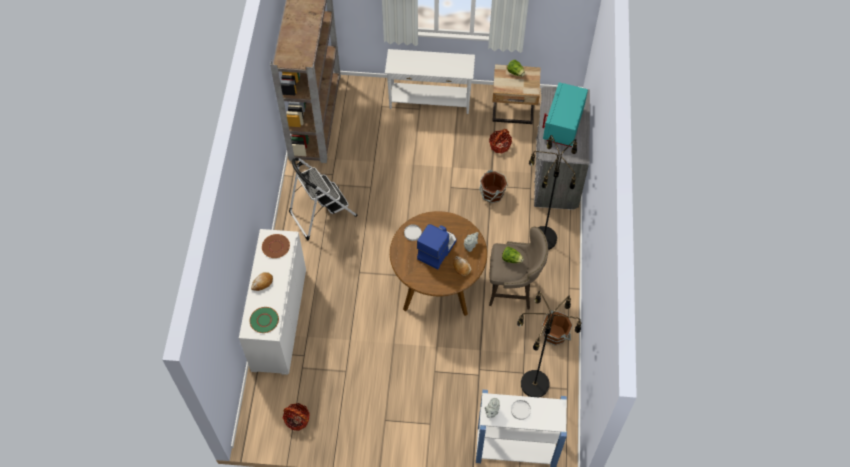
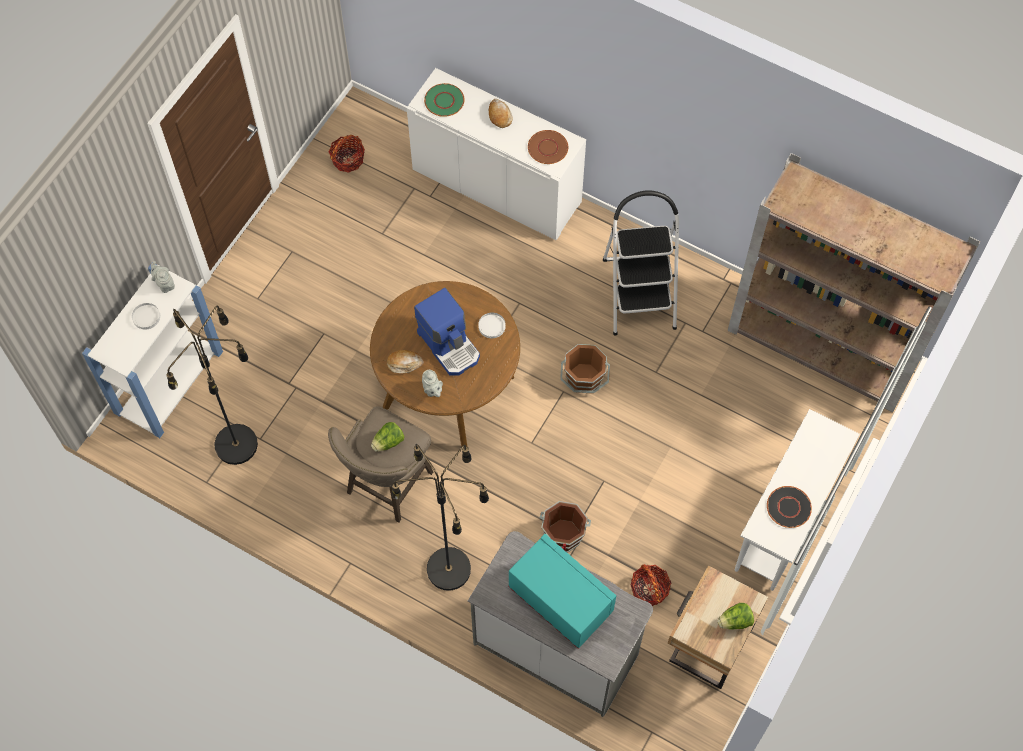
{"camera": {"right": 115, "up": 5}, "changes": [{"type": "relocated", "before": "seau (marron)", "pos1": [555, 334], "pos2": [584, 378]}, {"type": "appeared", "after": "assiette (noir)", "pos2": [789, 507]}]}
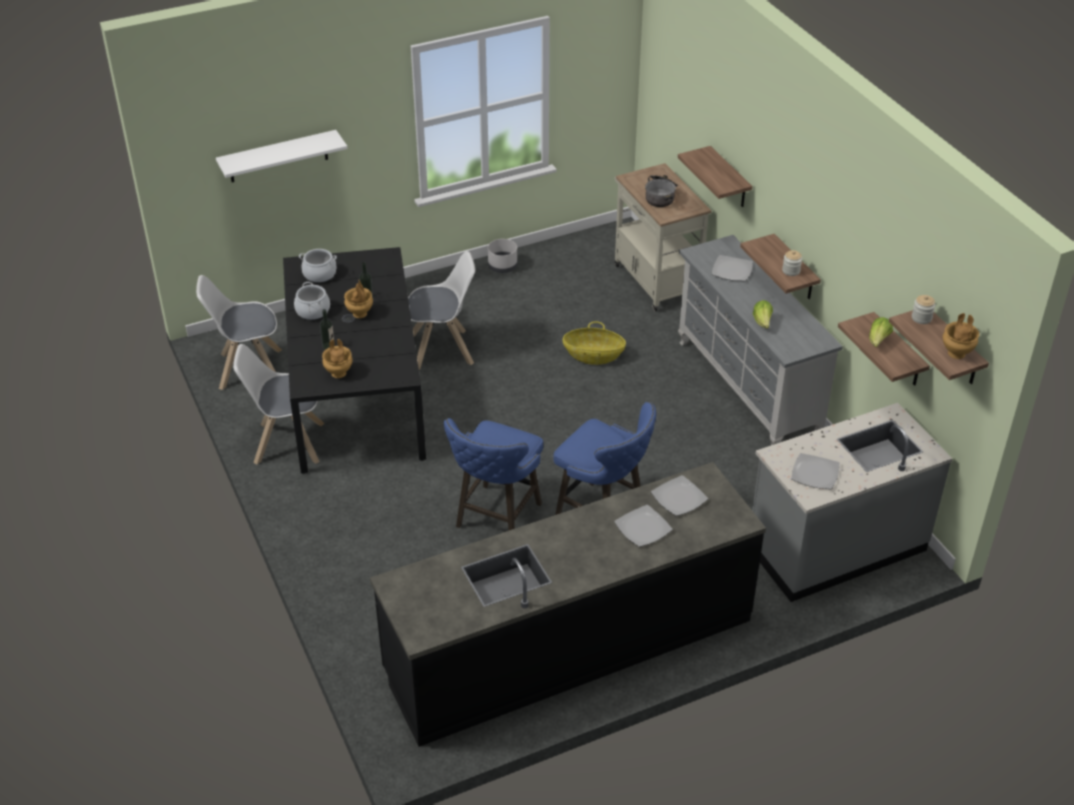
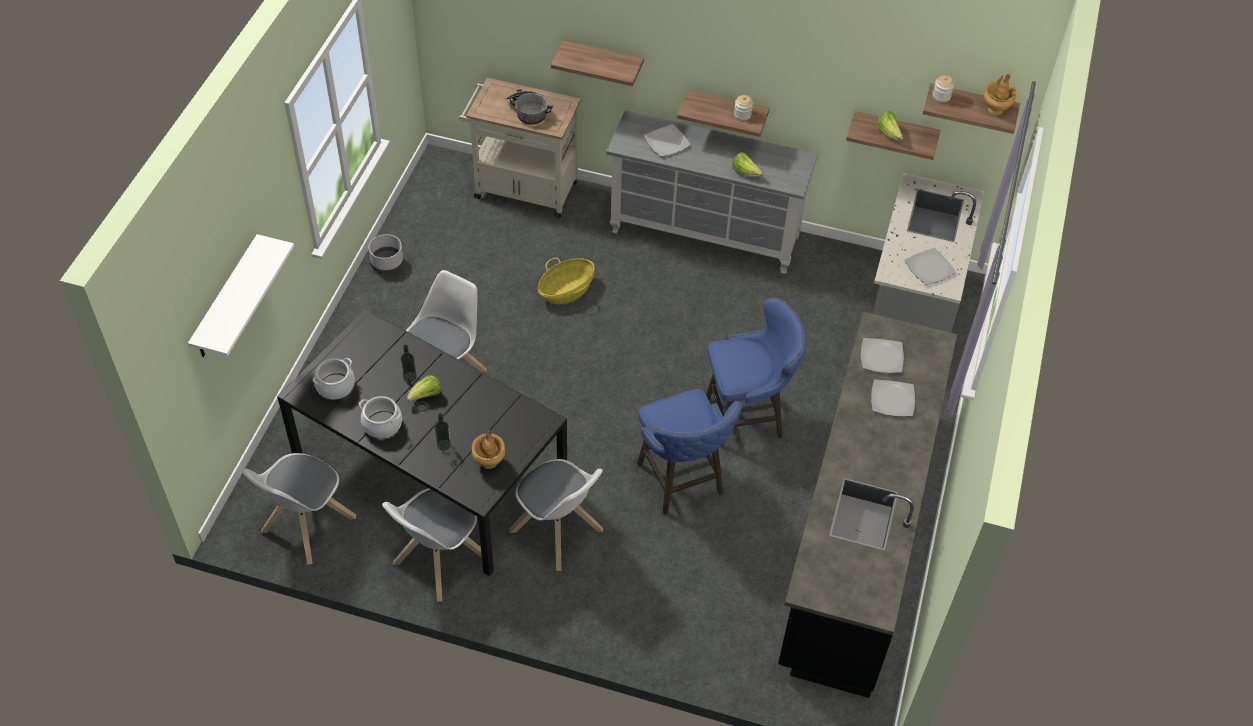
{"camera": {"right": -50, "up": 10}, "changes": [{"type": "exchanged", "before": "vase (marron)", "after": "laitue", "pos1": [360, 314], "pos2": [426, 396]}, {"type": "appeared", "after": "chaise", "pos2": [558, 532]}]}
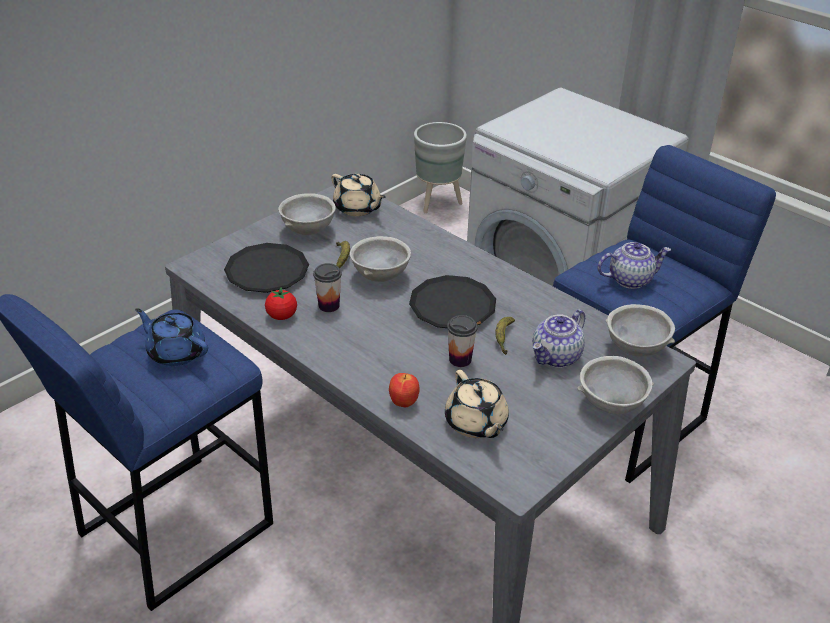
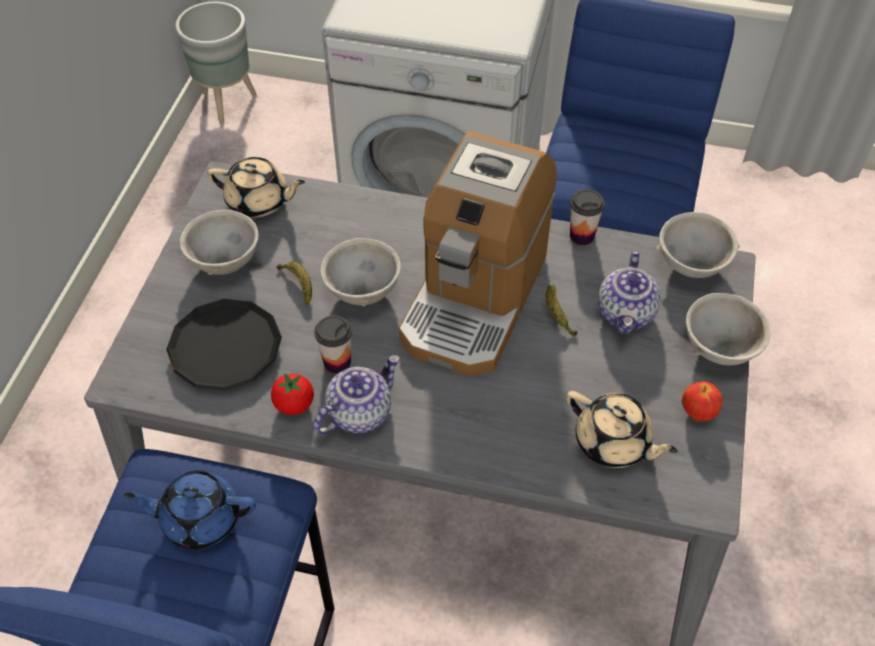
{"camera": {"right": -30, "up": 15}, "changes": [{"type": "relocated", "before": "théière", "pos1": [630, 279], "pos2": [359, 412]}, {"type": "exchanged", "before": "assiette (noir)", "after": "machine à café", "pos1": [452, 307], "pos2": [474, 298]}, {"type": "relocated", "before": "tasse", "pos1": [460, 359], "pos2": [582, 236]}, {"type": "relocated", "before": "pomme", "pos1": [403, 402], "pos2": [697, 413]}]}
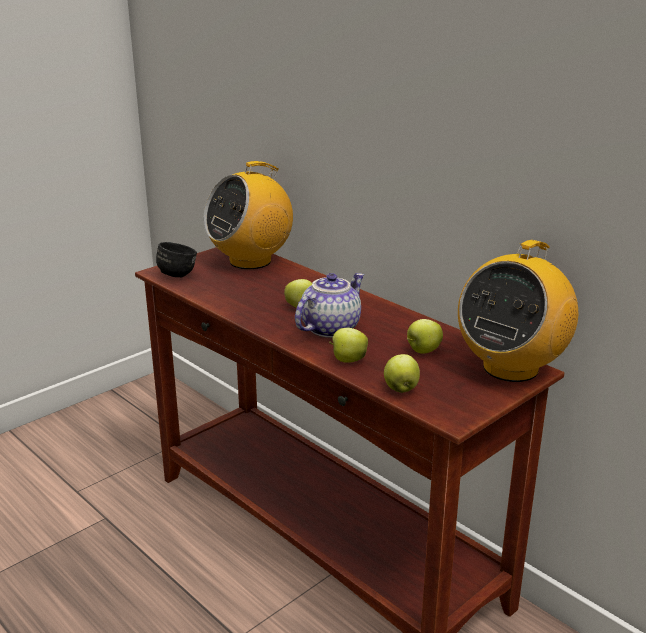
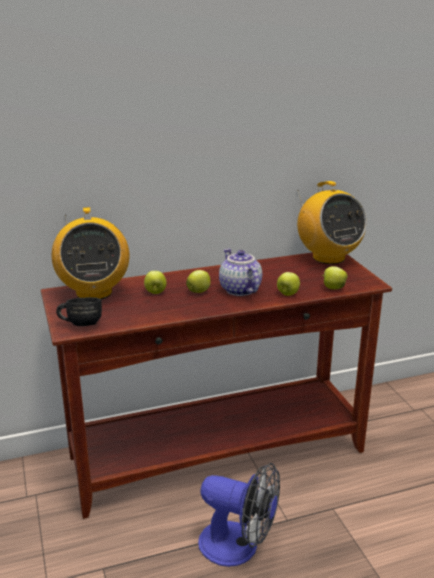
{"camera": {"right": -65, "up": 0}, "changes": [{"type": "relocated", "before": "pomme", "pos1": [423, 351], "pos2": [155, 292]}, {"type": "appeared", "after": "ventilateur", "pos2": [238, 546]}]}
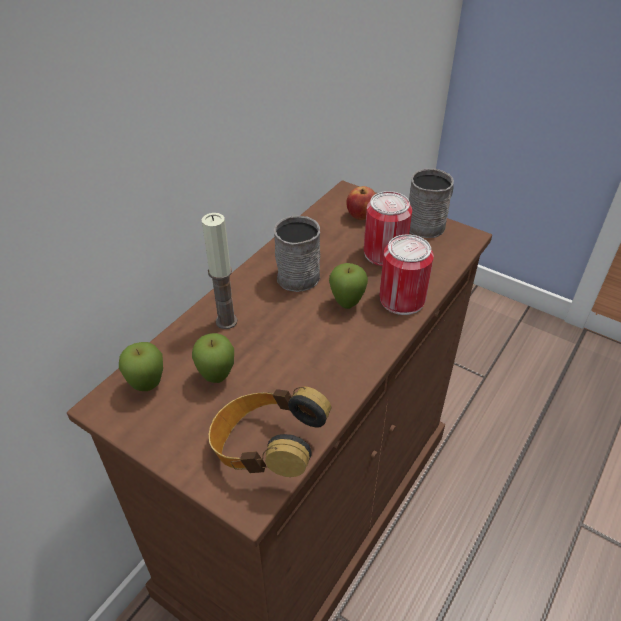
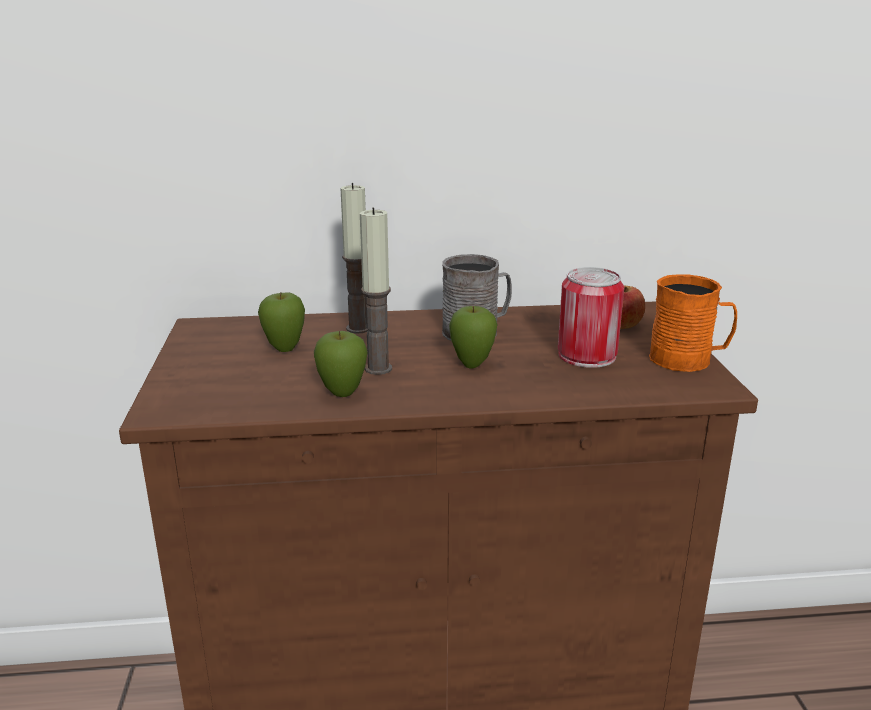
{"camera": {"right": 50, "up": -20}, "changes": [{"type": "relocated", "before": "pomme", "pos1": [147, 386], "pos2": [342, 395]}, {"type": "appeared", "after": "bougie", "pos2": [378, 368]}, {"type": "colour", "before": "mug (gris)", "after": "mug (orange)", "pos1": [429, 223], "pos2": [688, 359]}, {"type": "missing", "before": "casque audio", "pos1": [266, 450]}, {"type": "missing", "before": "boîte métallique", "pos1": [402, 299]}]}
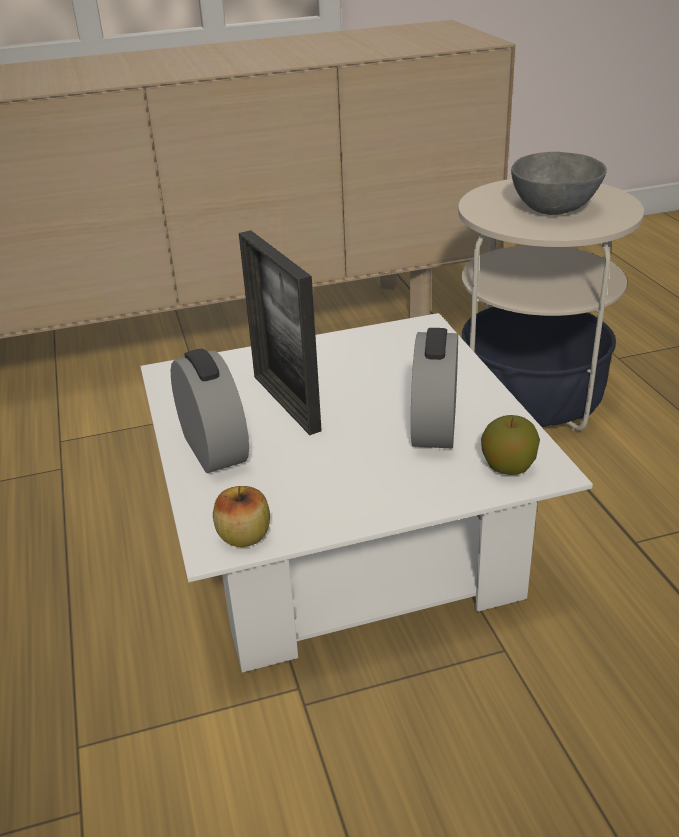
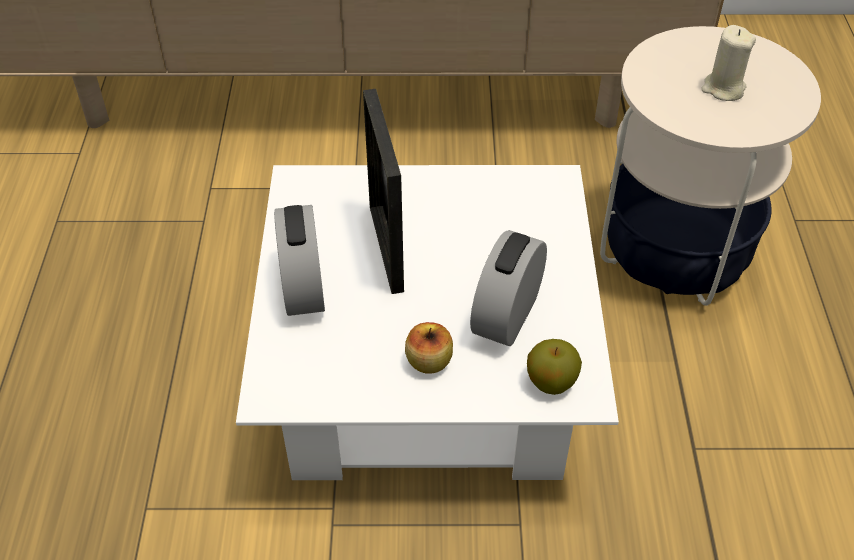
{"camera": {"right": 15, "up": 15}, "changes": [{"type": "relocated", "before": "pomme", "pos1": [244, 536], "pos2": [428, 361]}, {"type": "exchanged", "before": "bol (gris)", "after": "bougie (beige)", "pos1": [555, 208], "pos2": [723, 89]}]}
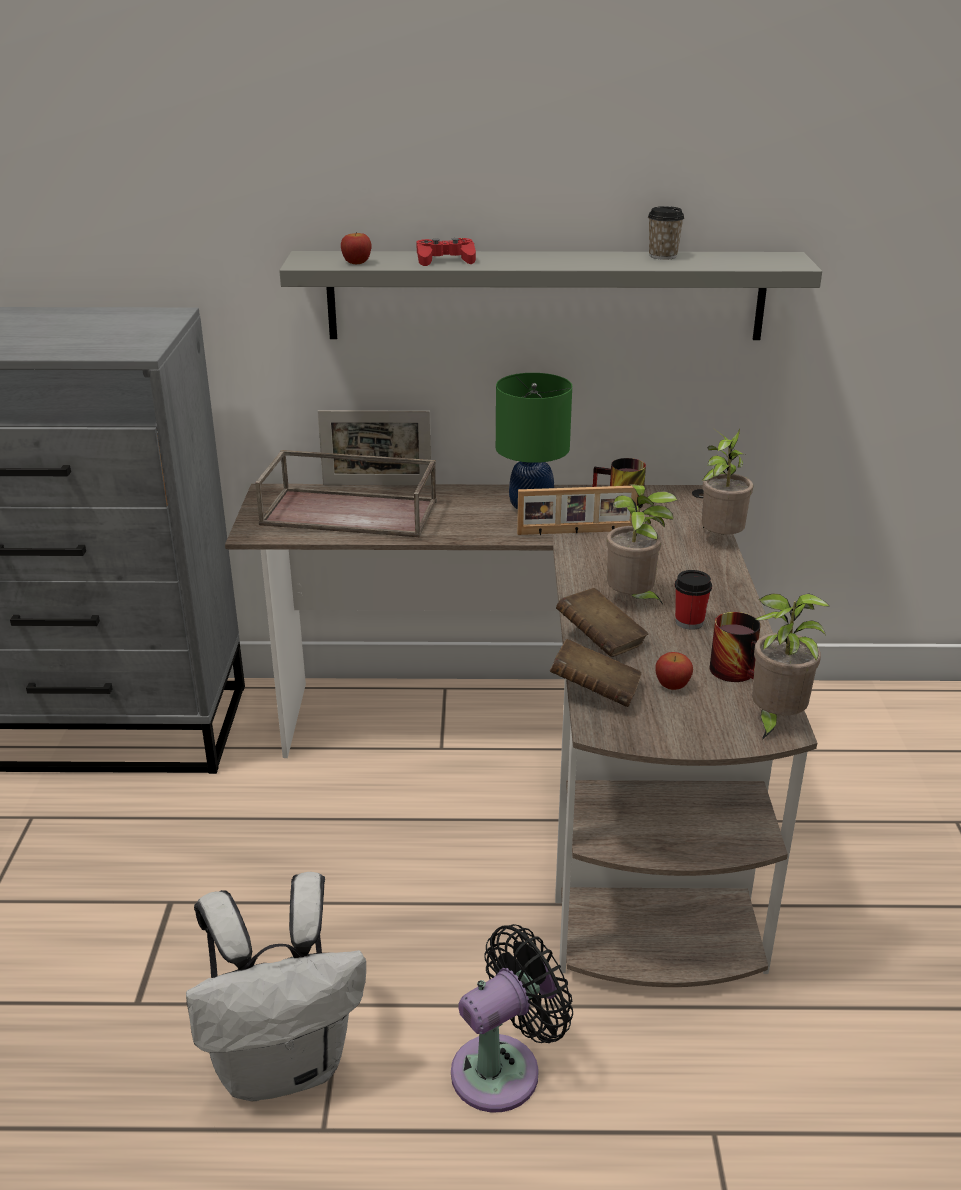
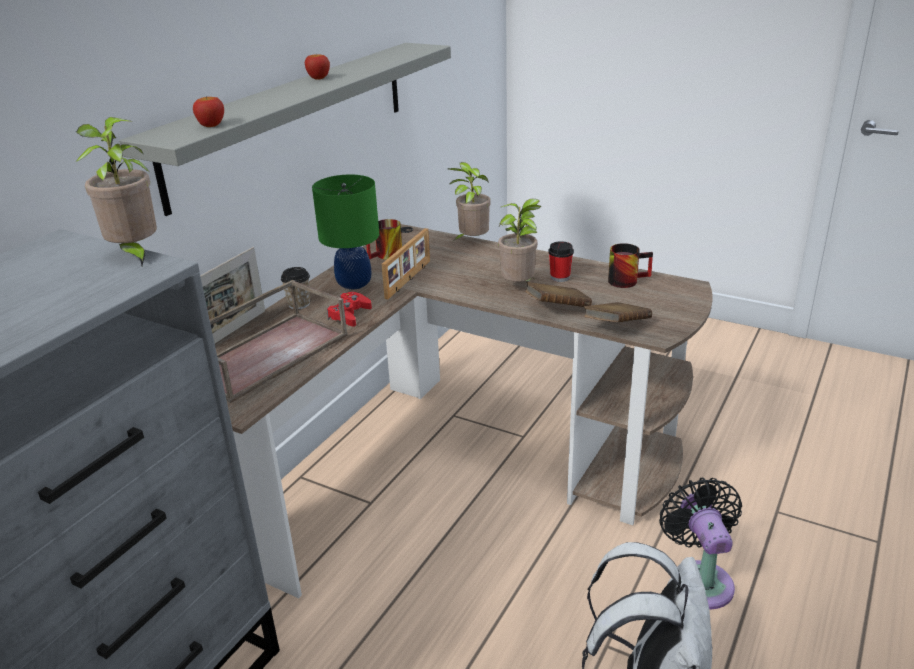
{"camera": {"right": -60, "up": 0}, "changes": [{"type": "relocated", "before": "plante en pot", "pos1": [774, 721], "pos2": [135, 255]}, {"type": "relocated", "before": "tasse", "pos1": [663, 256], "pos2": [299, 304]}, {"type": "relocated", "before": "pomme", "pos1": [672, 685], "pos2": [318, 78]}, {"type": "relocated", "before": "manette (rouge)", "pos1": [445, 260], "pos2": [349, 315]}]}
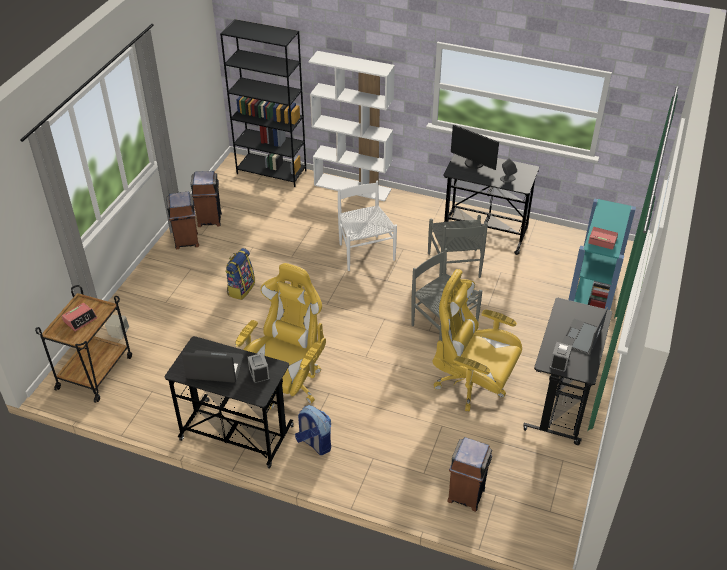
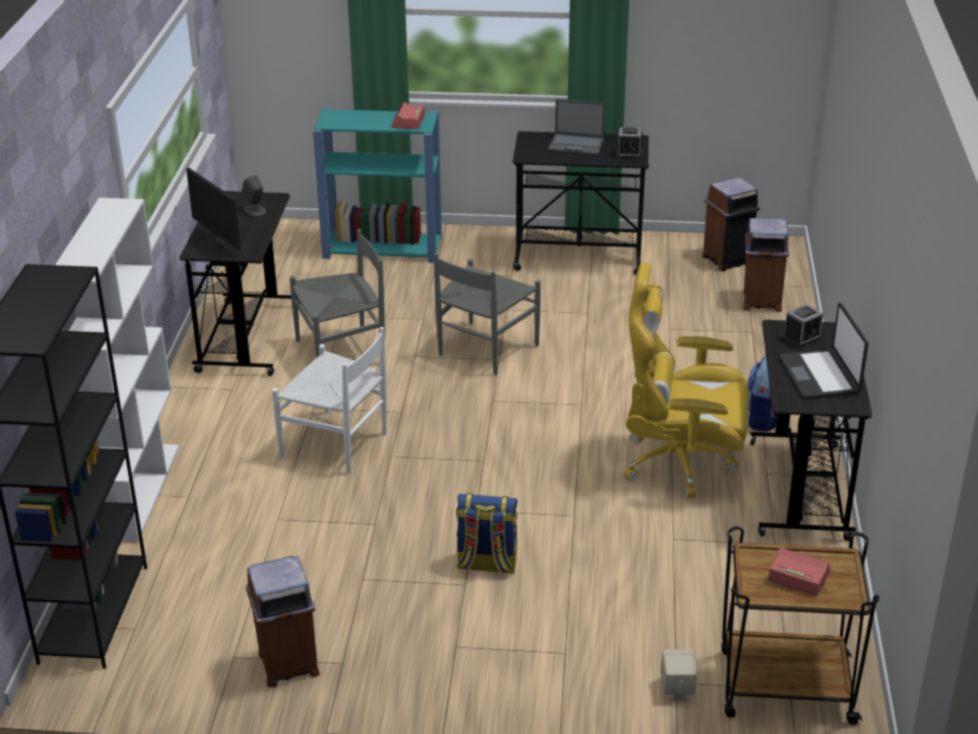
{"camera": {"right": -105, "up": -10}, "changes": [{"type": "spun", "before": "écran d'ordinateur", "pos1": [473, 163], "pos2": [220, 239], "turn": 120}, {"type": "spun", "before": "chaise (blanc)", "pos1": [365, 252], "pos2": [336, 444], "turn": -120}, {"type": "relocated", "before": "poubelle (marron)", "pos1": [186, 241], "pos2": [727, 260]}, {"type": "missing", "before": "chaise de bureau (jaune)", "pos1": [474, 385]}]}
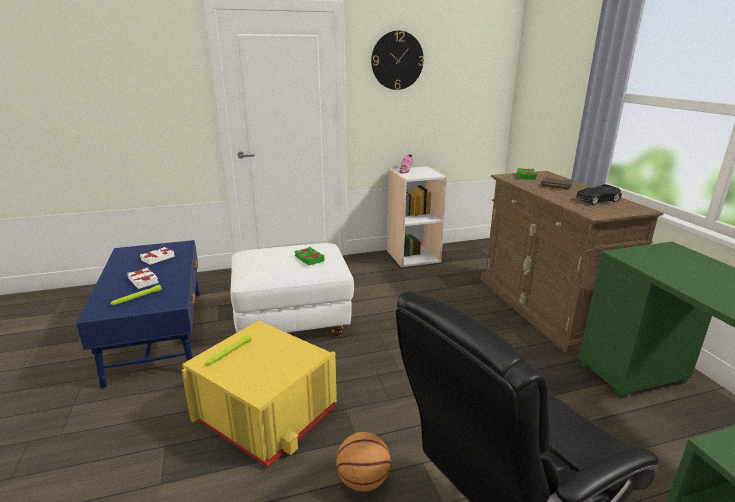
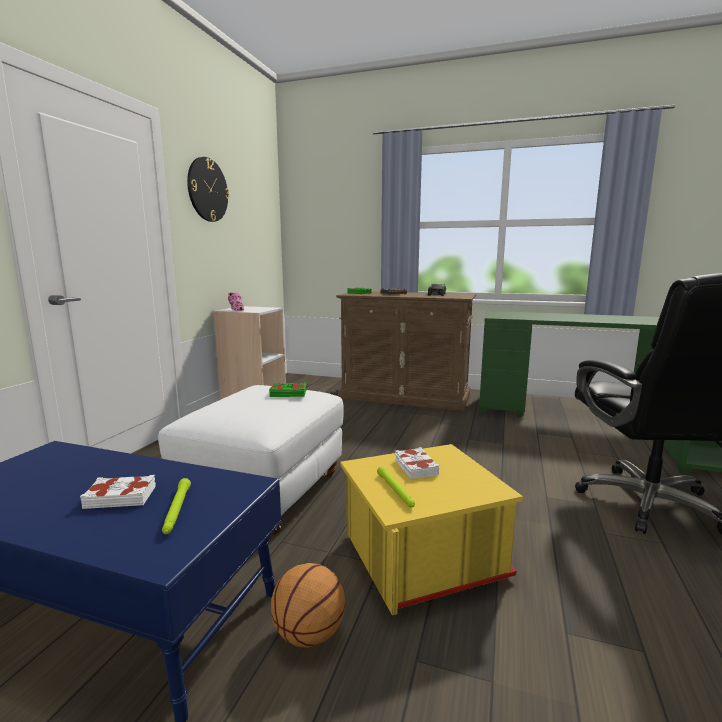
{"camera": {"right": -55, "up": -10}, "changes": [{"type": "relocated", "before": "ballon de basket", "pos1": [363, 481], "pos2": [309, 635]}, {"type": "relocated", "before": "livre (blanc)", "pos1": [157, 258], "pos2": [415, 467]}]}
